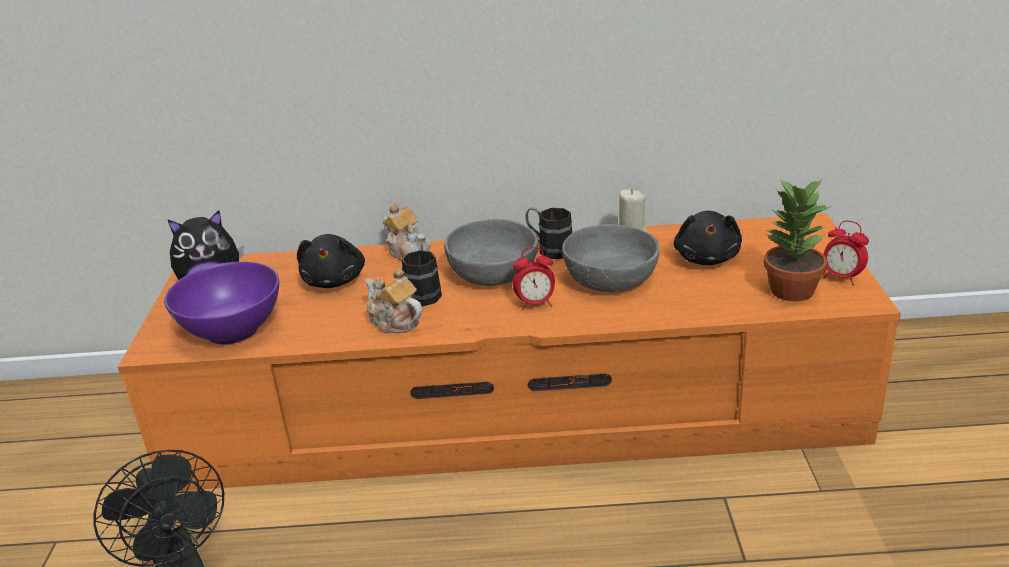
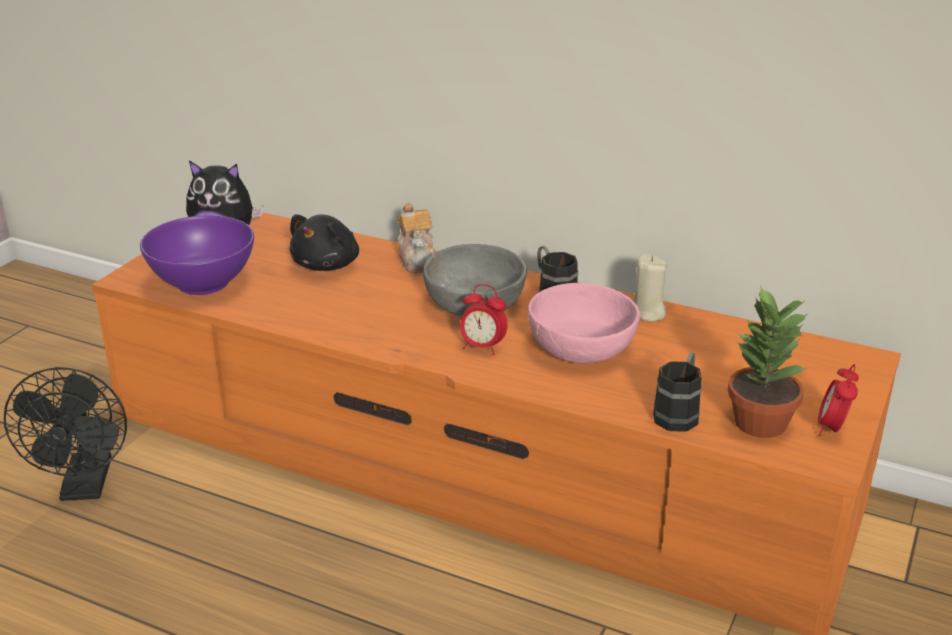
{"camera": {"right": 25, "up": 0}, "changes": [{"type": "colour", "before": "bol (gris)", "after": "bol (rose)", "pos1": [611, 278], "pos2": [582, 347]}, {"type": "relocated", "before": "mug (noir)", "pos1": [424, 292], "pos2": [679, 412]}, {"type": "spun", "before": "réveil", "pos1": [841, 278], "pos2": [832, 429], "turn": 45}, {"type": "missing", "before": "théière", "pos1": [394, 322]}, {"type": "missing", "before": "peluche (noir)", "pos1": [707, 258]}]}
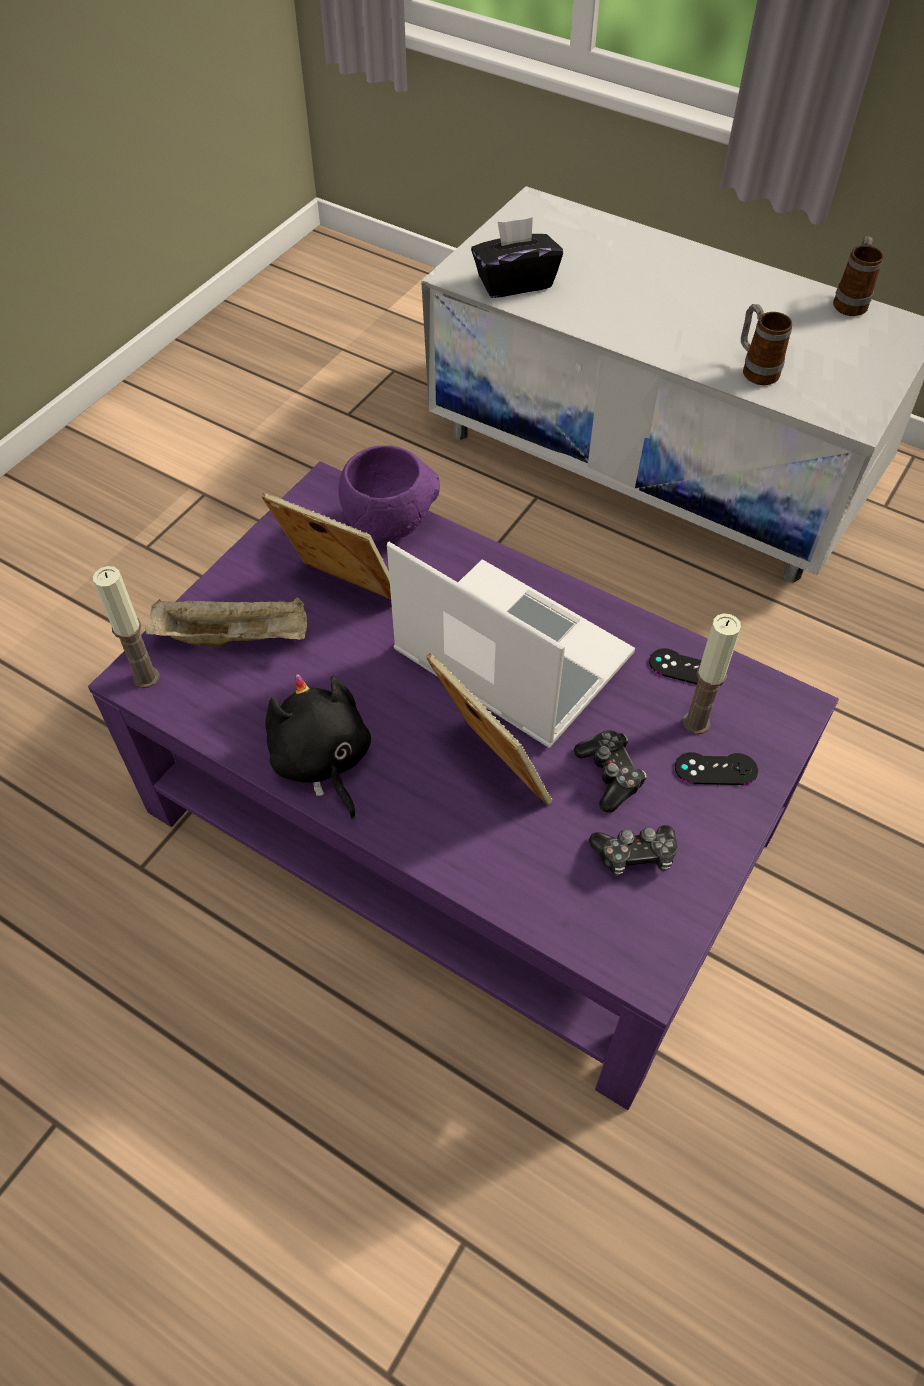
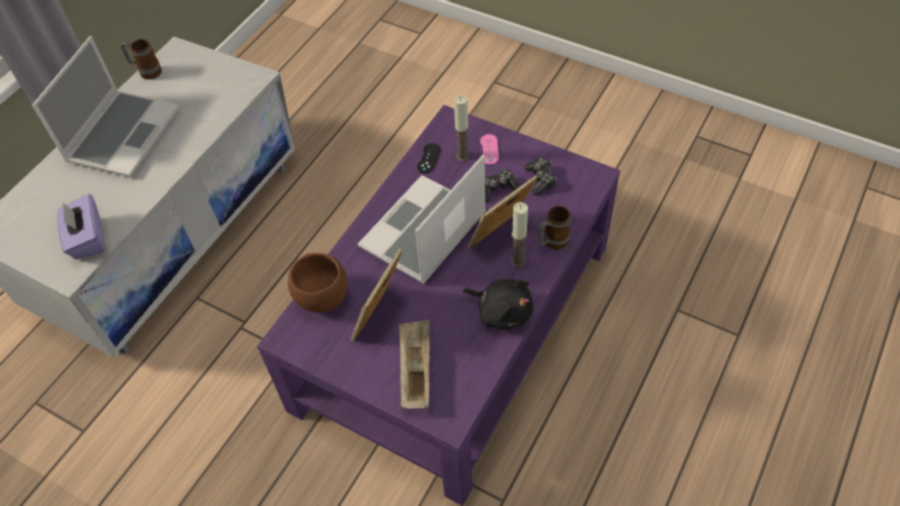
{"camera": {"right": -90, "up": 0}, "changes": [{"type": "appeared", "after": "ordinateur portable", "pos2": [123, 134]}, {"type": "colour", "before": "boîte à mouchoirs (noir)", "after": "boîte à mouchoirs (violet)", "pos1": [514, 282], "pos2": [87, 239]}, {"type": "colour", "before": "bol (violet)", "after": "bol (marron)", "pos1": [389, 526], "pos2": [322, 298]}, {"type": "spun", "before": "peluche (noir)", "pos1": [322, 761], "pos2": [502, 311], "turn": -120}, {"type": "colour", "before": "manette (noir)", "after": "manette (rose)", "pos1": [716, 769], "pos2": [489, 149]}, {"type": "relocated", "before": "bougie", "pos1": [146, 677], "pos2": [518, 261]}, {"type": "relocated", "before": "mug", "pos1": [755, 369], "pos2": [551, 243]}]}
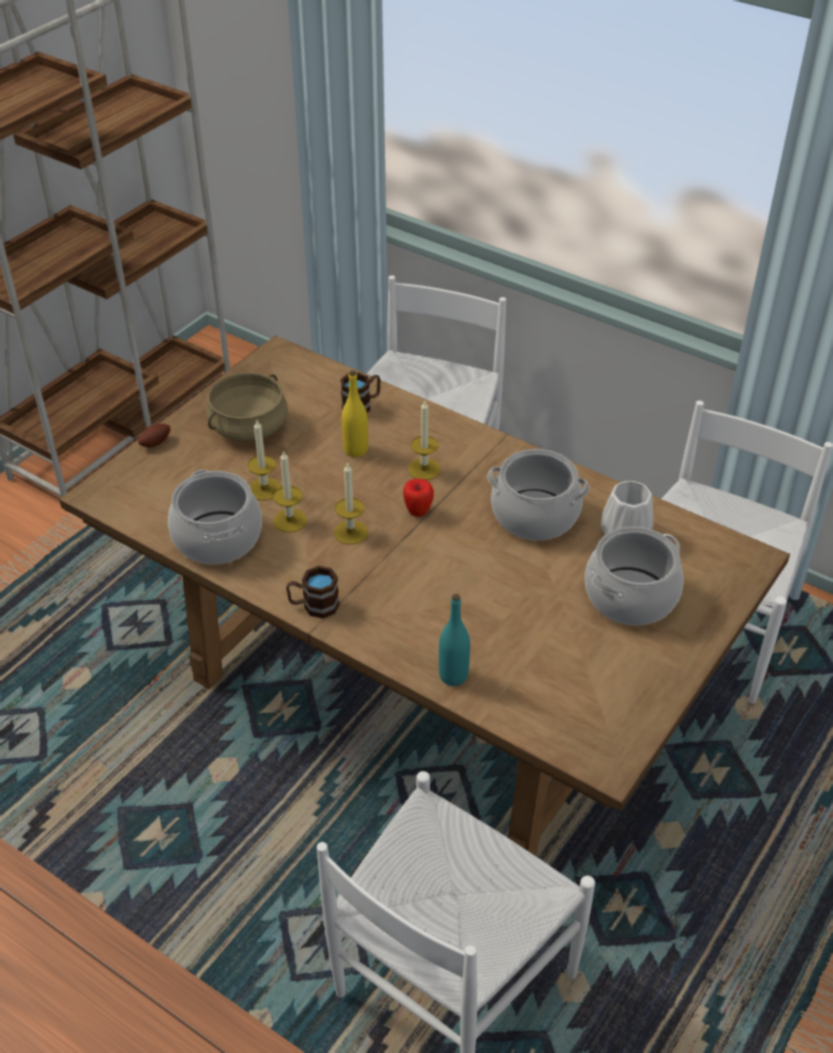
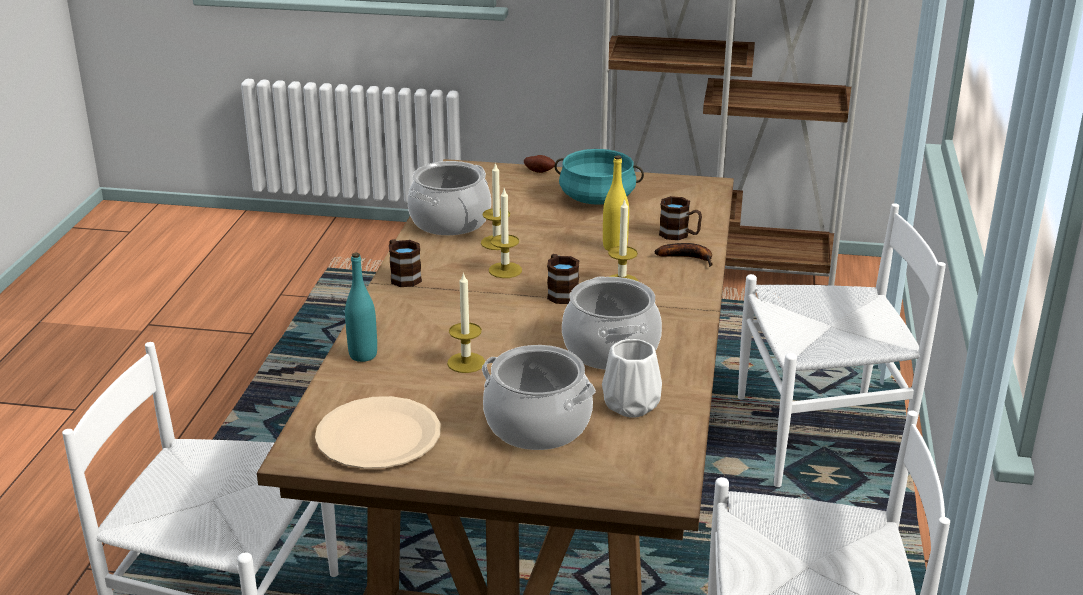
{"camera": {"right": 65, "up": -15}, "changes": [{"type": "appeared", "after": "assiette (beige)", "pos2": [378, 436]}, {"type": "relocated", "before": "bougie", "pos1": [264, 489], "pos2": [466, 363]}, {"type": "exchanged", "before": "pomme", "after": "mug (marron)", "pos1": [418, 511], "pos2": [560, 292]}, {"type": "colour", "before": "marmite (beige)", "after": "marmite (turquoise)", "pos1": [248, 426], "pos2": [597, 198]}, {"type": "appeared", "after": "banane", "pos2": [688, 258]}]}
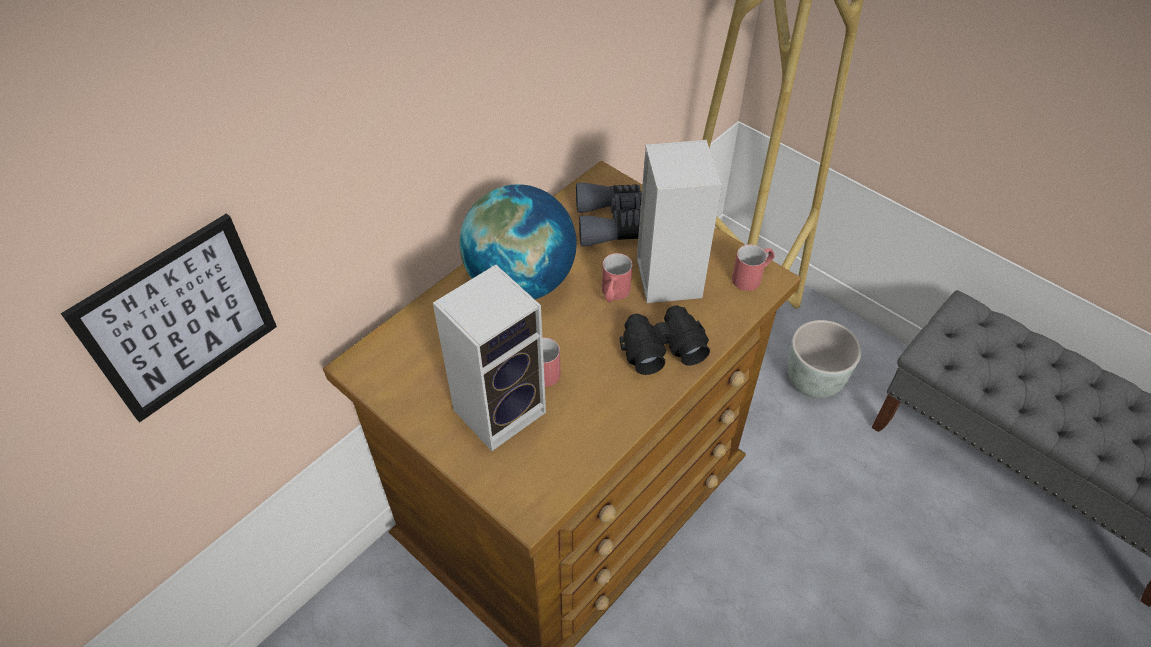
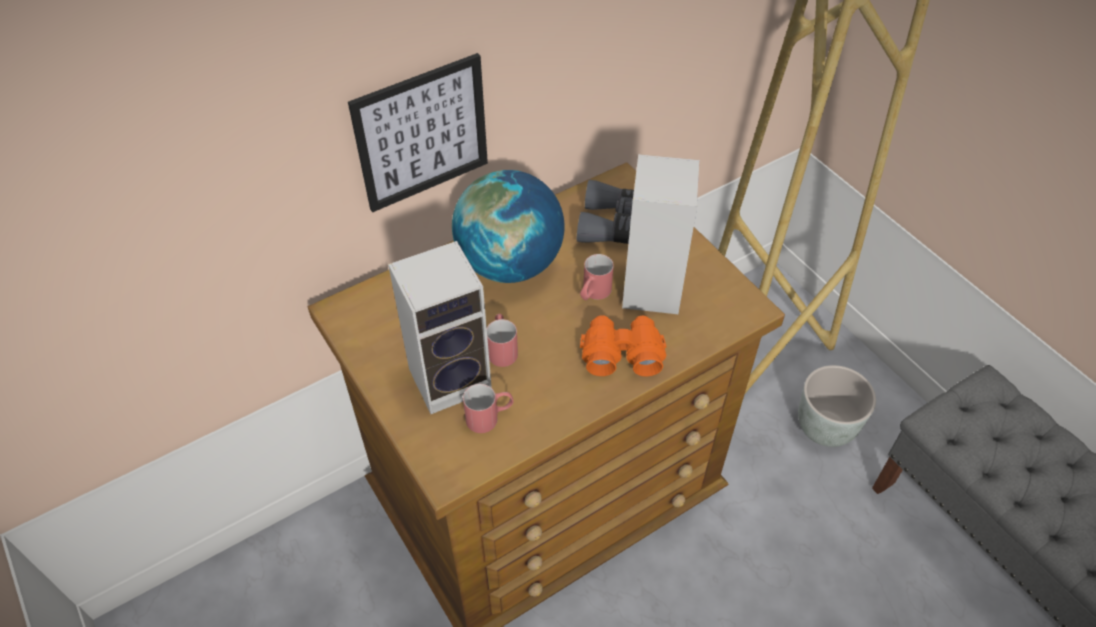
{"camera": {"right": 15, "up": 0}, "changes": [{"type": "relocated", "before": "tableau", "pos1": [179, 319], "pos2": [422, 133]}, {"type": "relocated", "before": "mug (rouge)", "pos1": [752, 277], "pos2": [490, 417]}, {"type": "colour", "before": "jumelles (noir)", "after": "jumelles (orange)", "pos1": [661, 347], "pos2": [621, 353]}]}
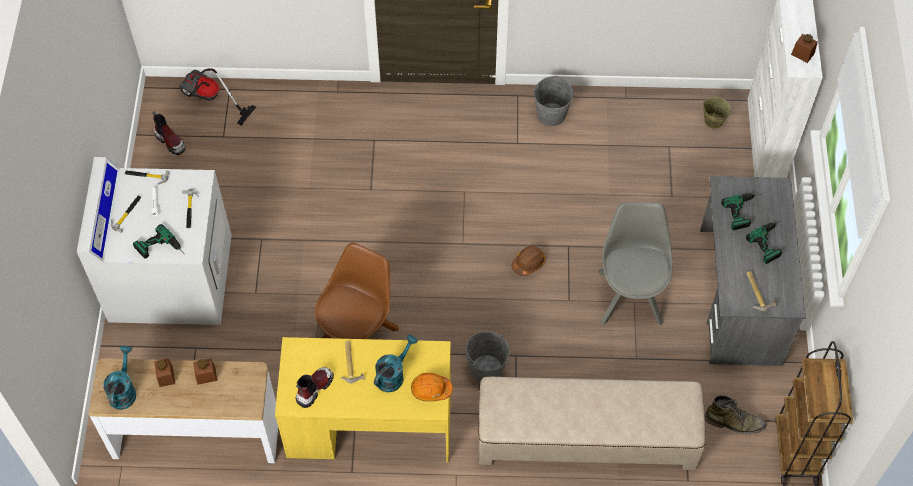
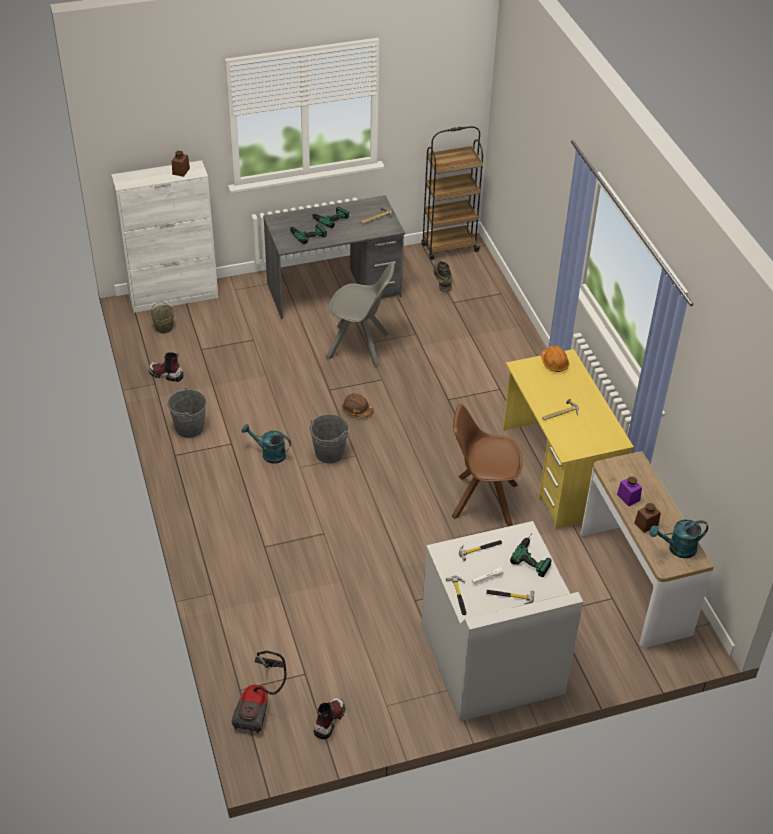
{"camera": {"right": -110, "up": -15}, "changes": [{"type": "relocated", "before": "botte", "pos1": [314, 388], "pos2": [166, 374]}, {"type": "relocated", "before": "arrosoir (turquoise)", "pos1": [393, 374], "pos2": [269, 454]}, {"type": "relocated", "before": "seau (gris)", "pos1": [486, 368], "pos2": [329, 453]}, {"type": "spun", "before": "chaise (gris)", "pos1": [630, 294], "pos2": [359, 346], "turn": -150}, {"type": "colour", "before": "bocal (marron)", "after": "bocal (violet)", "pos1": [206, 375], "pos2": [628, 497]}, {"type": "missing", "before": "banc (beige)", "pos1": [585, 437]}]}
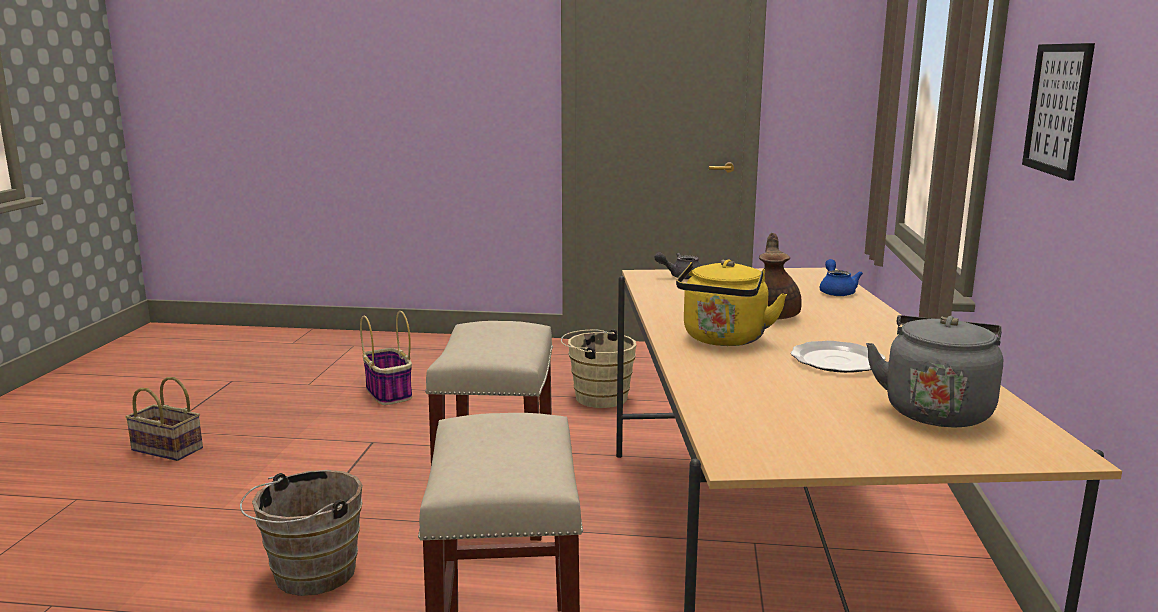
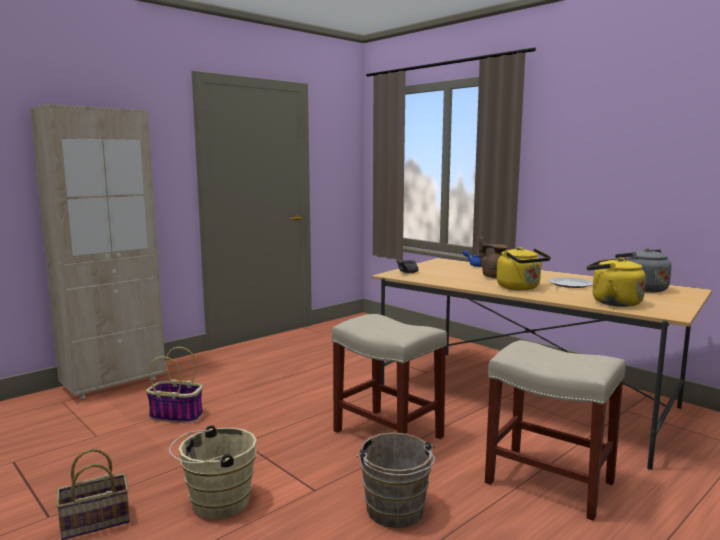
{"camera": {"right": -50, "up": -5}, "changes": [{"type": "appeared", "after": "meuble de rangement (beige)", "pos2": [114, 383]}, {"type": "relocated", "before": "seau (beige)", "pos1": [597, 397], "pos2": [215, 503]}, {"type": "appeared", "after": "bouilloire (jaune)", "pos2": [612, 302]}, {"type": "missing", "before": "tableau", "pos1": [1057, 109]}]}
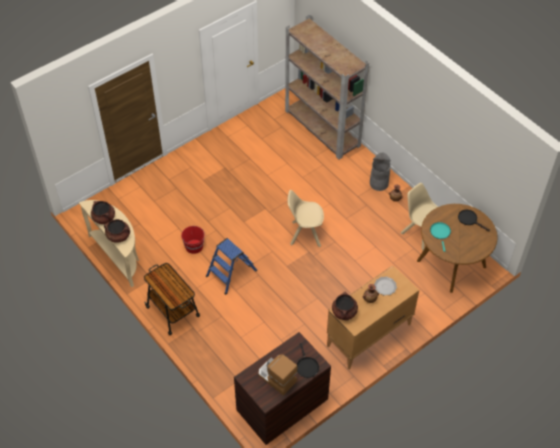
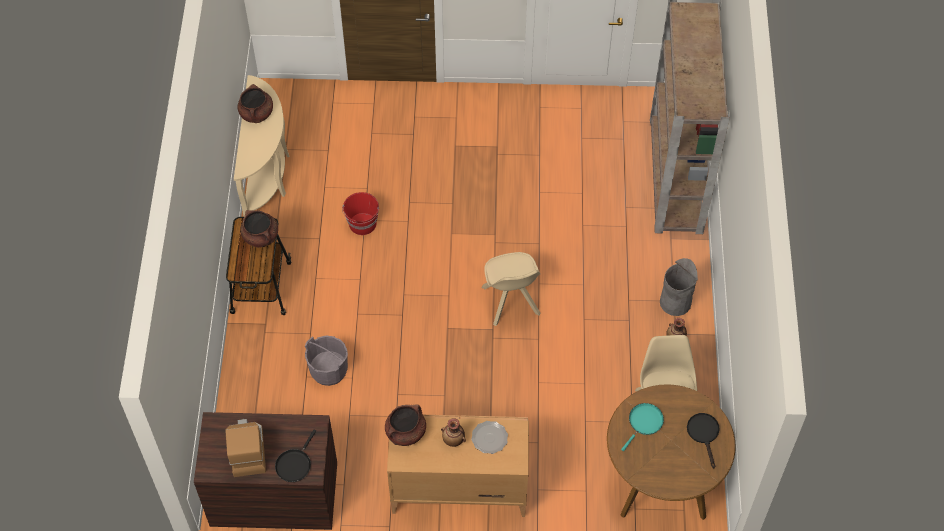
{"camera": {"right": 40, "up": 5}, "changes": [{"type": "relocated", "before": "marmite (marron)", "pos1": [118, 236], "pos2": [261, 236]}, {"type": "appeared", "after": "seau (gris)", "pos2": [328, 370]}, {"type": "spun", "before": "chaise (beige)", "pos1": [305, 234], "pos2": [511, 302], "turn": -150}, {"type": "missing", "before": "escabeau (bleu)", "pos1": [231, 273]}]}
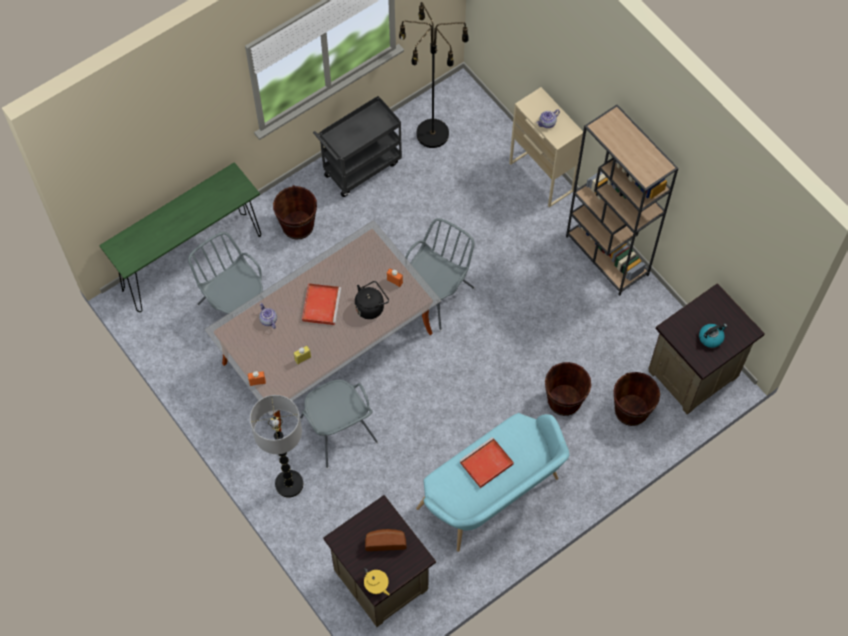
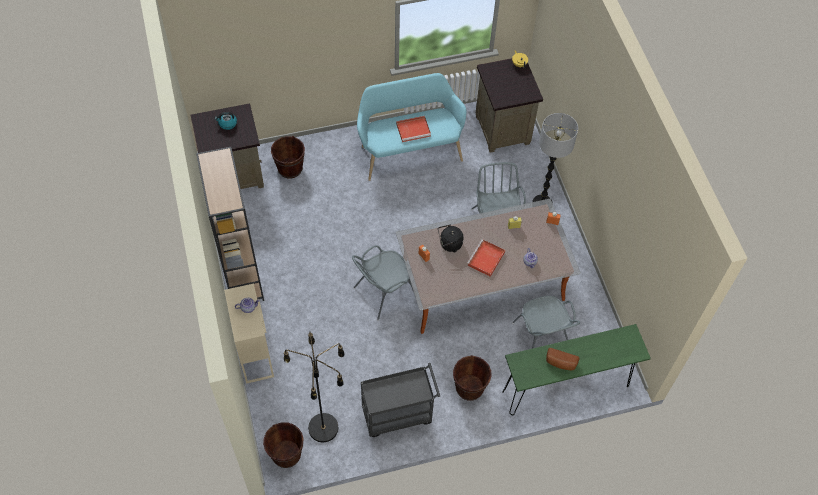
{"camera": {"right": -160, "up": -5}, "changes": [{"type": "relocated", "before": "seau (marron)", "pos1": [564, 400], "pos2": [286, 454]}, {"type": "relocated", "before": "pain", "pos1": [385, 541], "pos2": [560, 363]}]}
